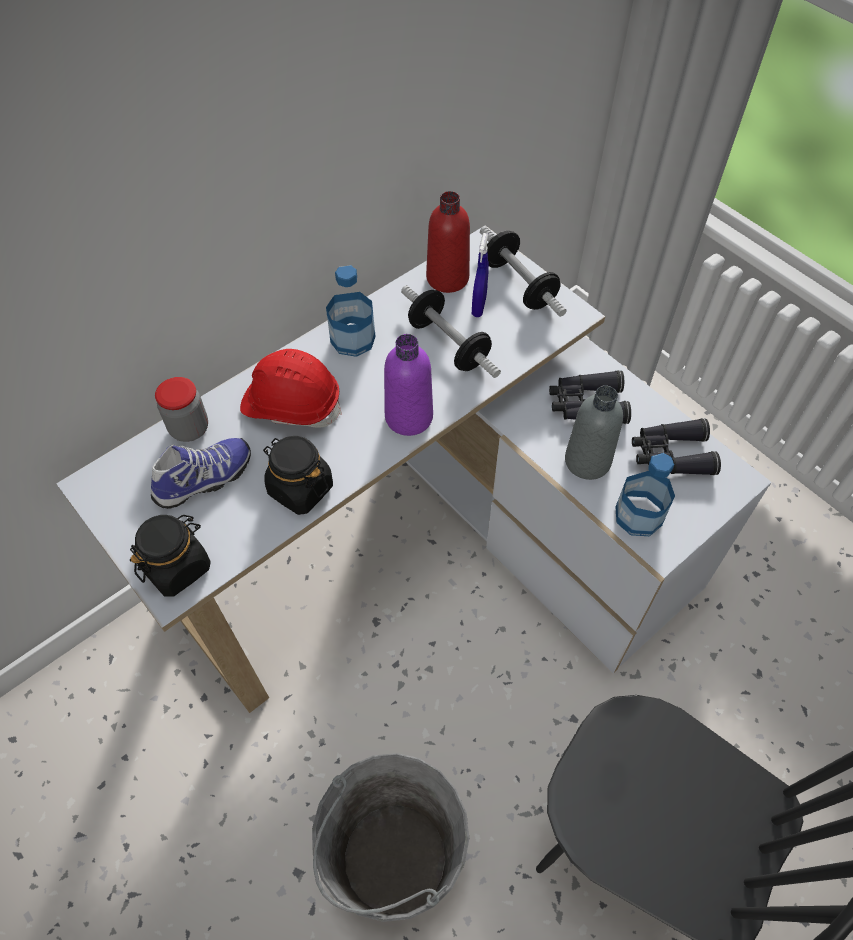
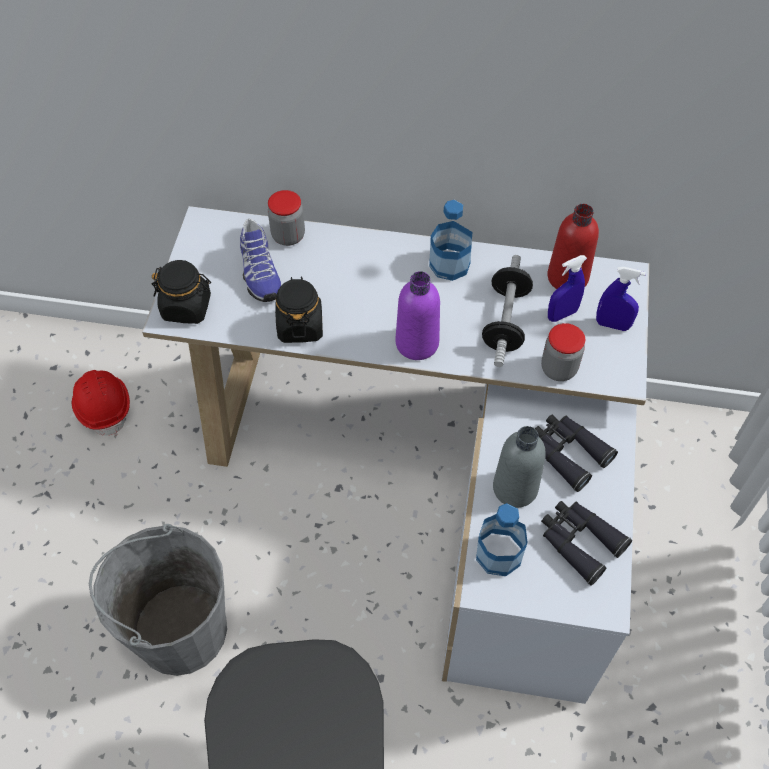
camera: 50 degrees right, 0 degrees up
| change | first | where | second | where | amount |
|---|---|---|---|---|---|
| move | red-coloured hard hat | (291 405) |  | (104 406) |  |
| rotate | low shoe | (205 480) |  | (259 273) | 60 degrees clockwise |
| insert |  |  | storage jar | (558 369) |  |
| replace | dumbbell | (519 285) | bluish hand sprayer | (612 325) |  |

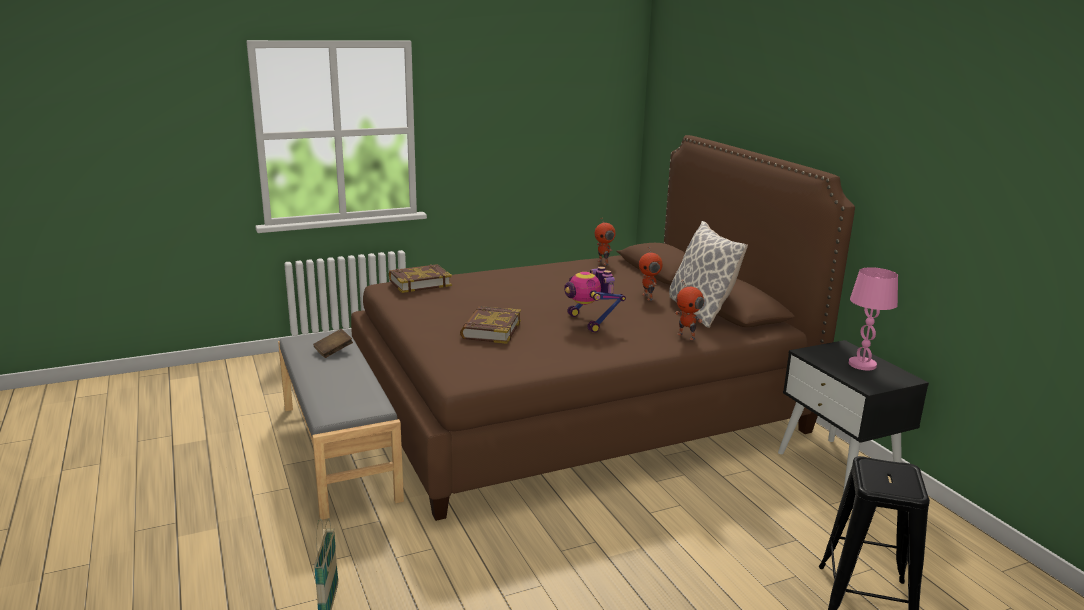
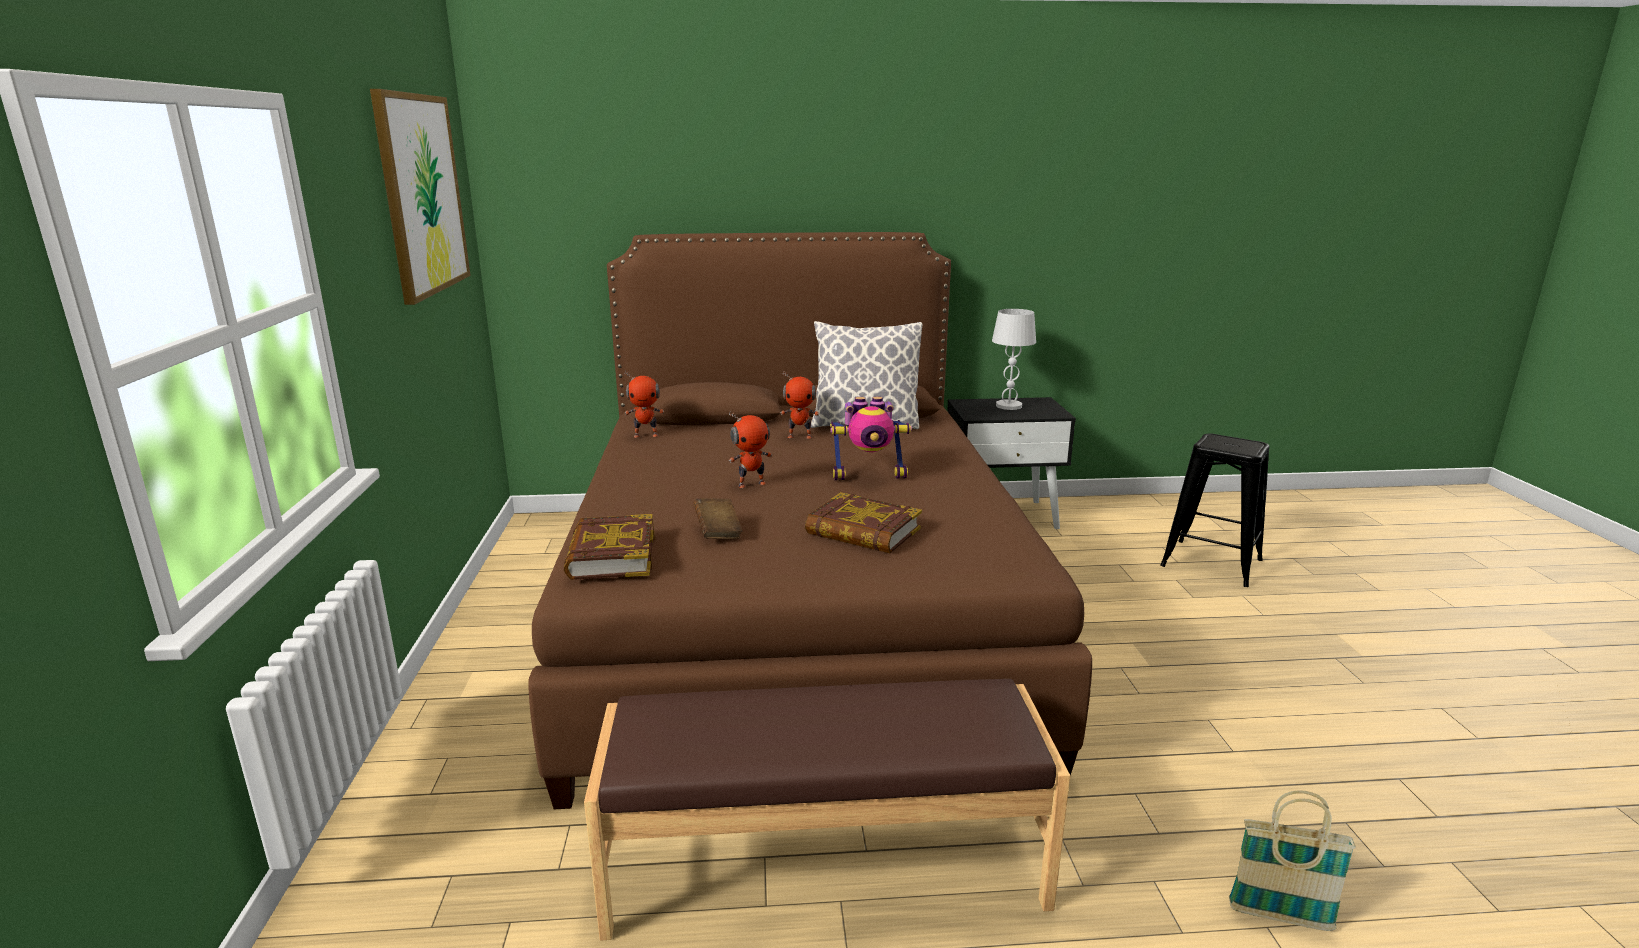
camera: 70 degrees left, 0 degrees up
| change | first | where | second | where | amount |
|---|---|---|---|---|---|
| insert |  |  | picture | (422 194) |  |
| recolor | gray indoor bench | (340 450) | brown indoor bench | (824 865) |  |
| move | brown volume | (333 351) |  | (718 531) |  |
| move | model robot | (687 336) |  | (751 484) |  |
| recolor | pinkish lamp for a table | (862 364) | whitish lamp for a table | (1009 406) |  |

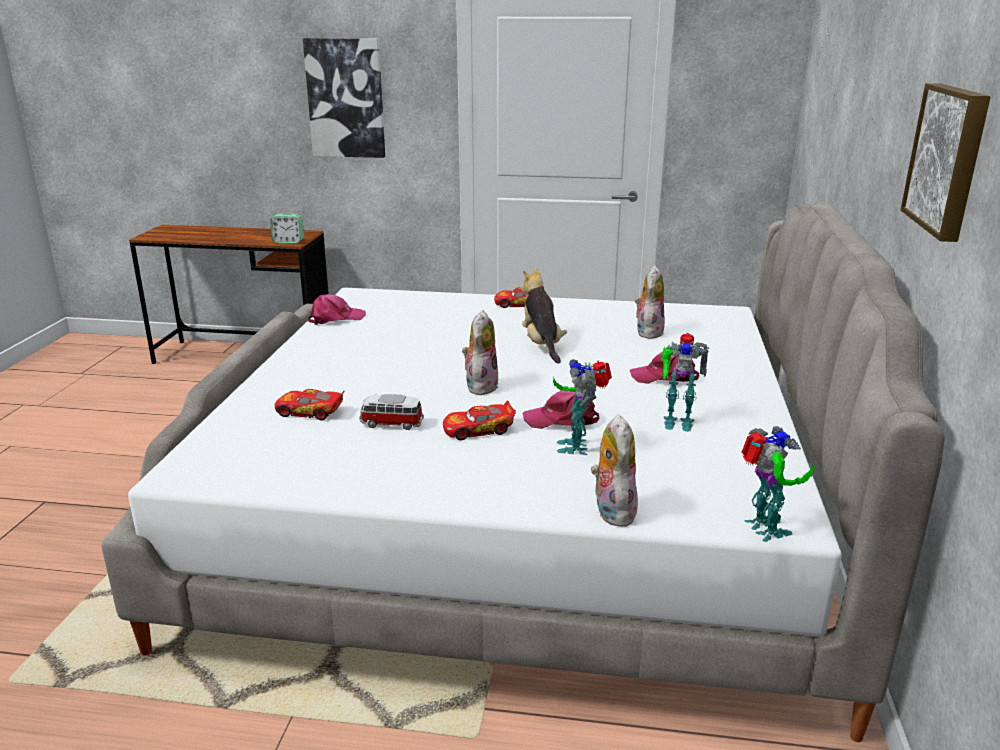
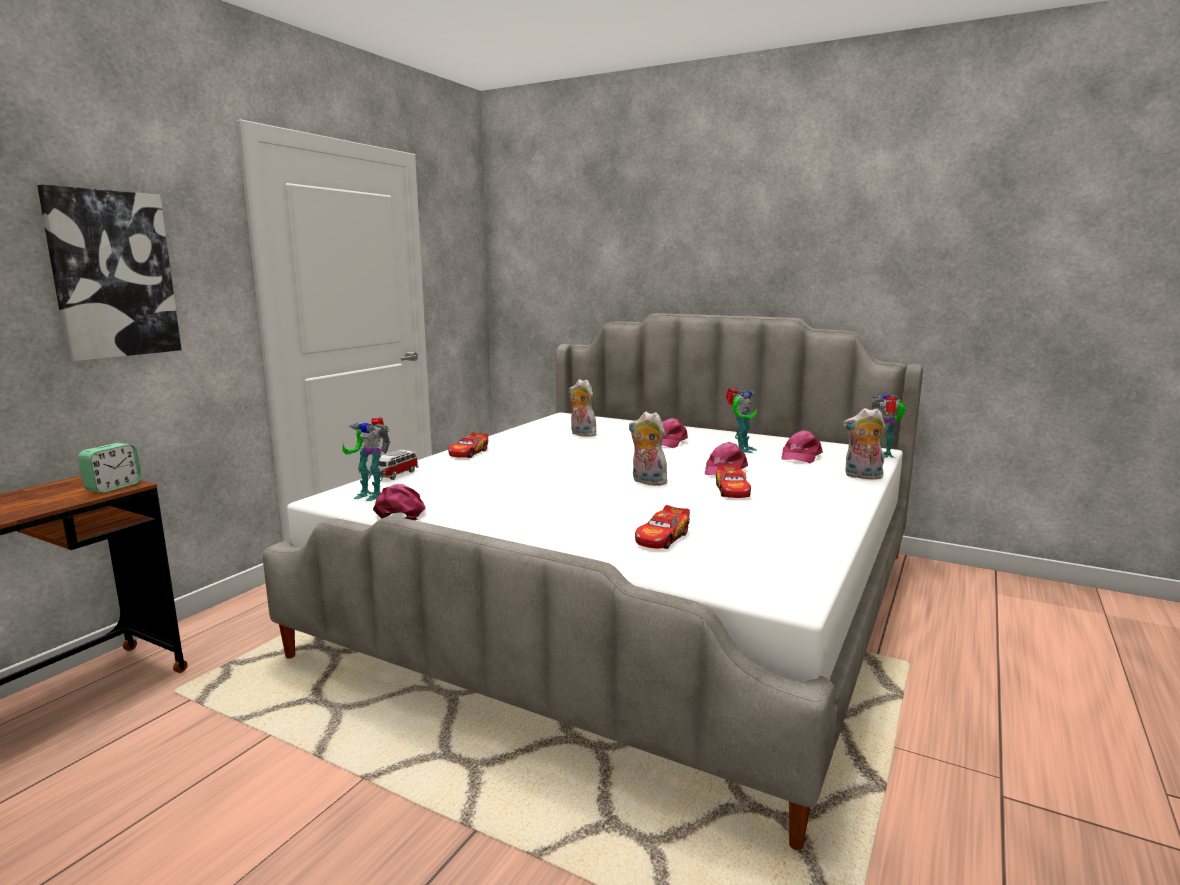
camera: 70 degrees left, 10 degrees down
| change | first | where | second | where | amount |
|---|---|---|---|---|---|
| move | model robot | (577 446) |  | (371 494) |  |
| move | miniature car | (391 424) |  | (396 475) |  |
| insert |  |  | pinkish baseball cap | (800 456) |  |
| delete | soft toy | (542 345) |  |  |  |
| delete | picture | (949 159) |  |  |  |

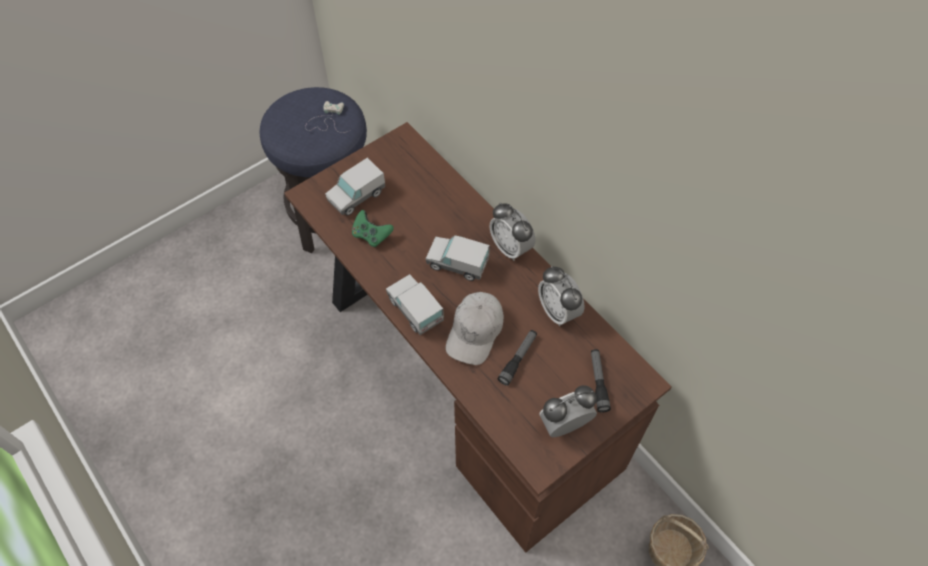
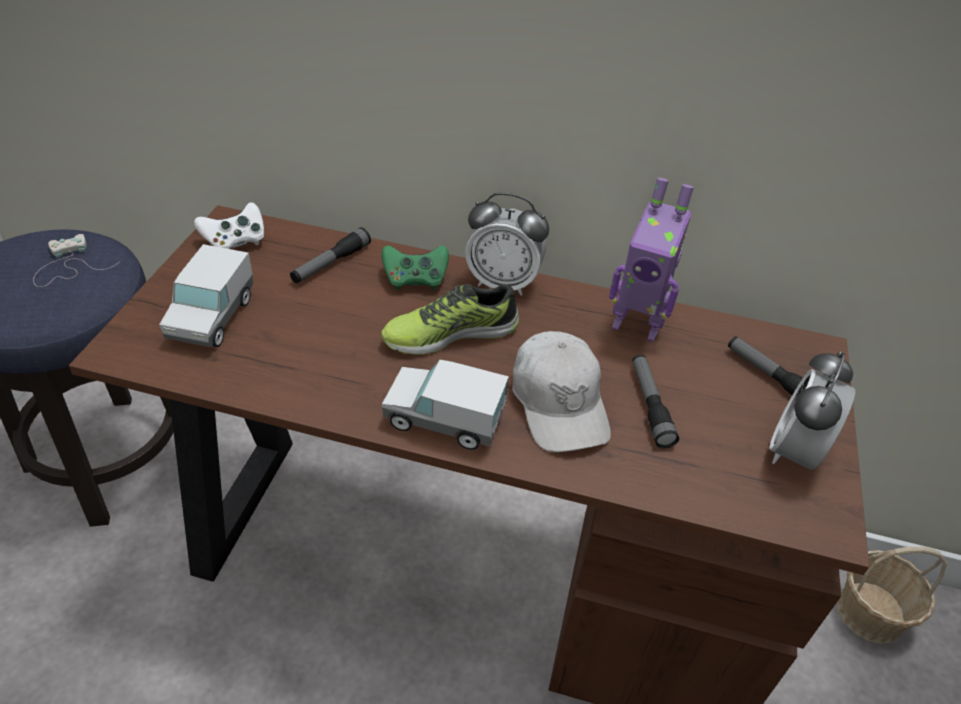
camera: 40 degrees left, 15 degrees down
| change | first | where | second | where | amount |
|---|---|---|---|---|---|
| insert |  |  | whitish game controller | (235 242) |  |
| insert |  |  | flashlight | (331 263) |  |
| replace | toy truck | (457 264) | low shoe | (450 333) |  |
| move | green-coloured game controller | (371 235) |  | (415 280) |  |
| replace | table clock | (558 311) | model robot | (636 324) |  |

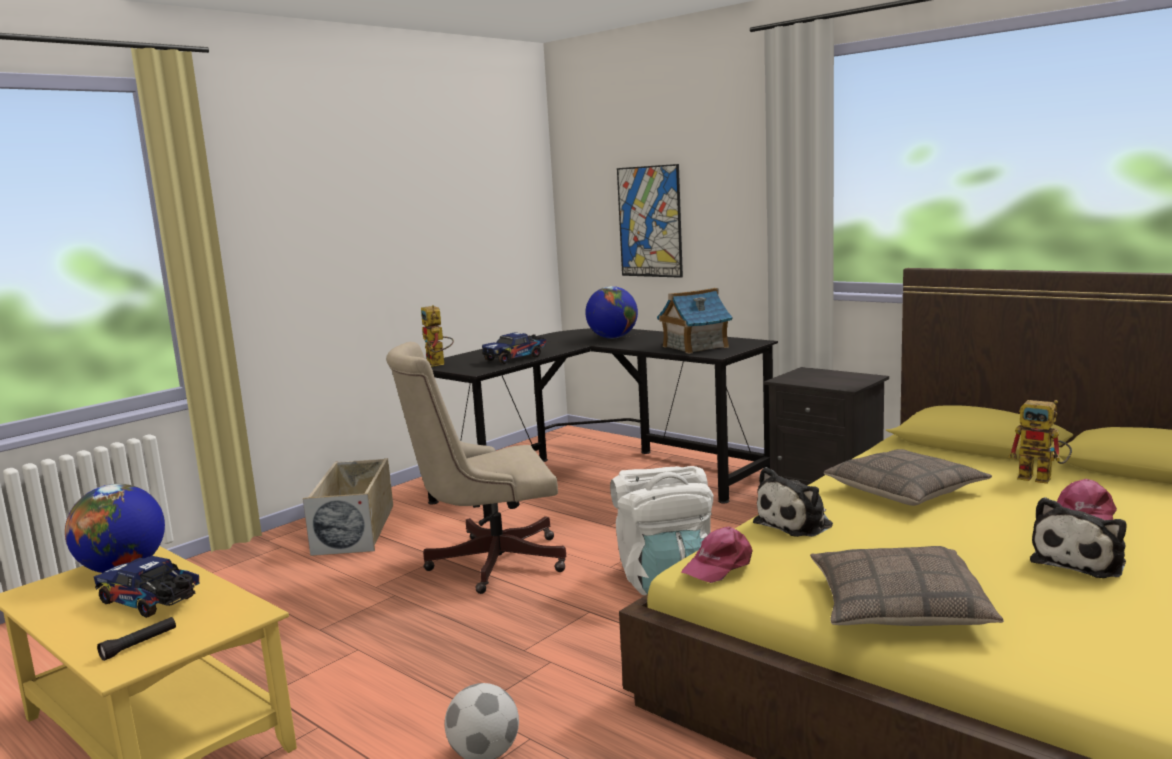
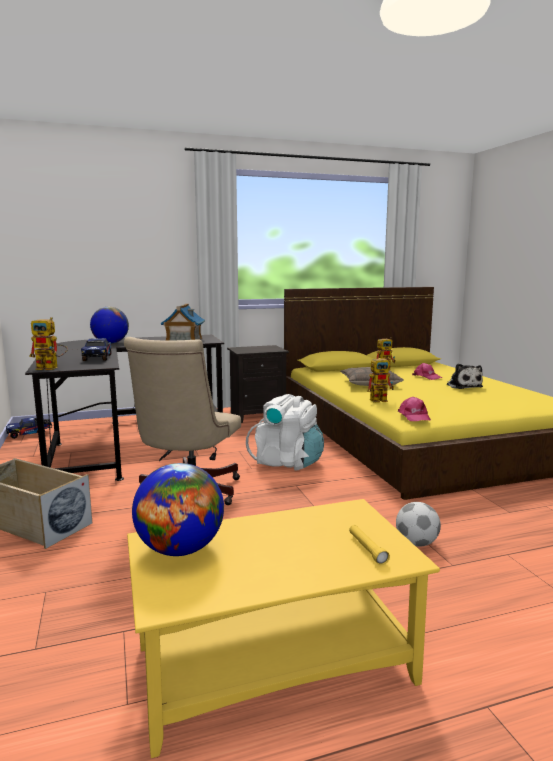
camera: 60 degrees left, 0 degrees up
| change | first | where | second | where | amount |
|---|---|---|---|---|---|
| move | toy truck | (151 602) |  | (30 434) |  |
| recolor | black flashlight | (139 645) | yellow-coloured flashlight | (367 549) |  |
| replace | soft toy | (797 523) | model robot | (381 400) |  |
| delete | picture | (650 221) |  |  |  |
| delete | throw pillow | (897 606) |  |  |  |

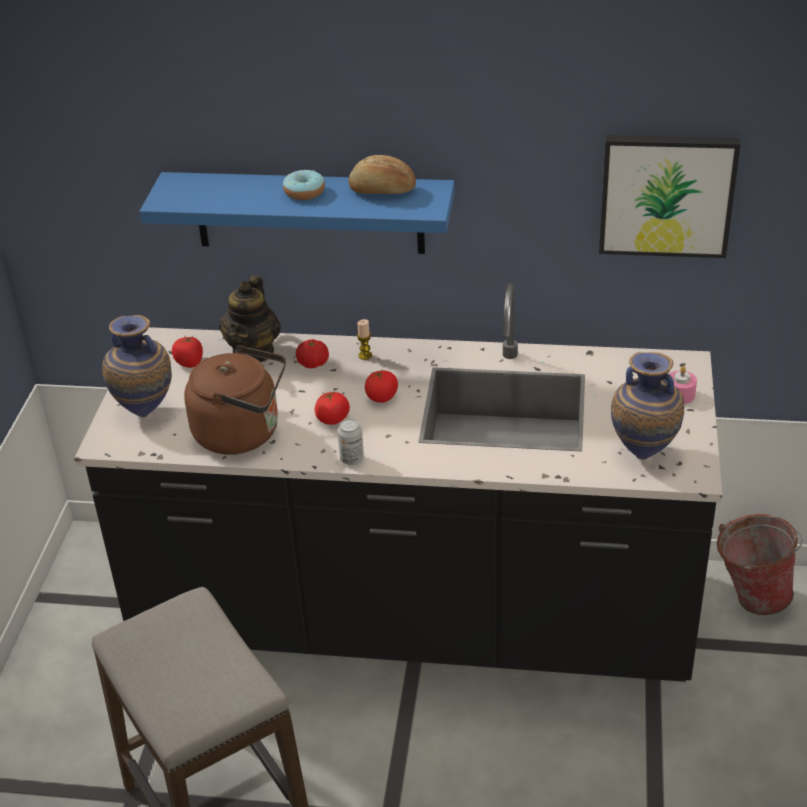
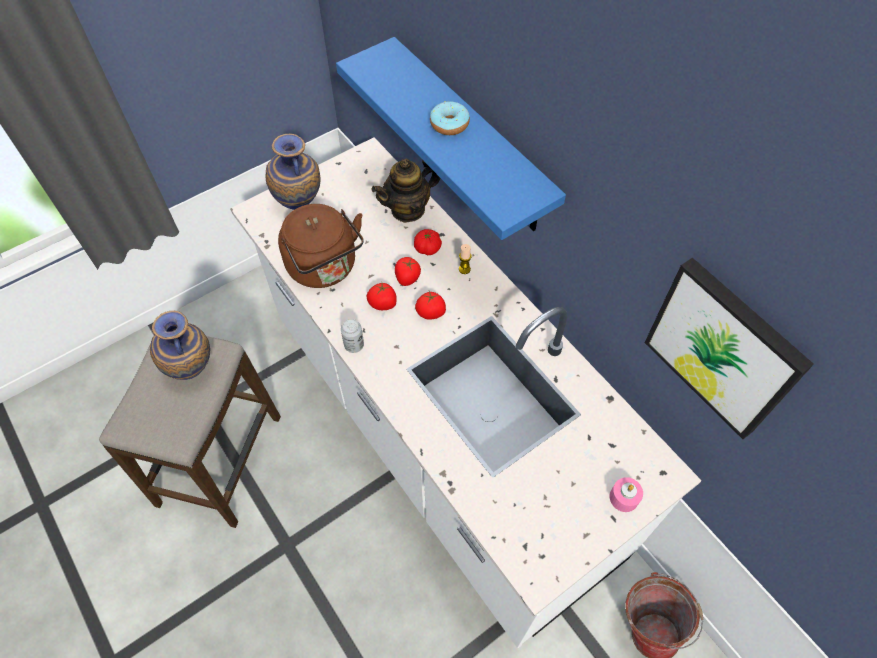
camera: 45 degrees right, 20 degrees up
| change | first | where | second | where | amount |
|---|---|---|---|---|---|
| move | vase | (644 453) |  | (194 371) |  |
| recolor | black counter | (414 617) | whitish counter | (438 437) |  |
| move | whole tomato | (189 362) |  | (407 278) |  |
| delete | bakery bread | (382 191) |  |  |  |

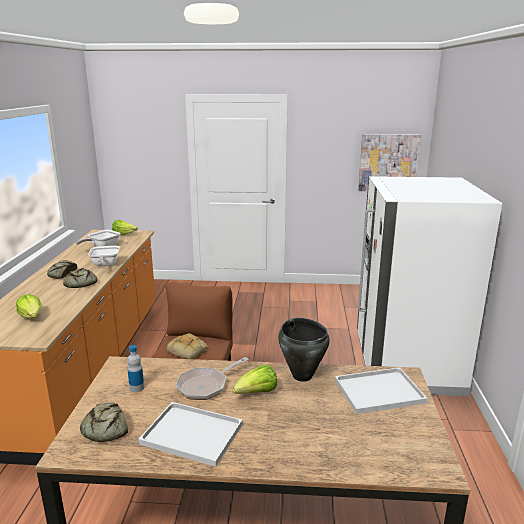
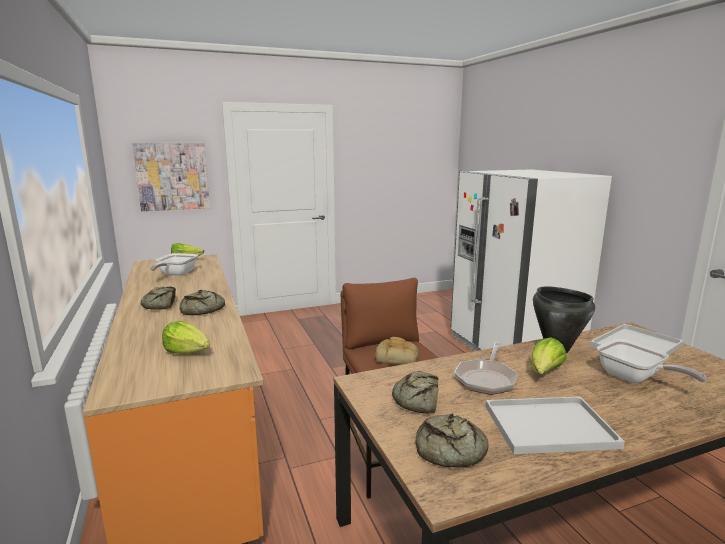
camera: 25 degrees left, 5 degrees down
| change | first | where | second | where | amount |
|---|---|---|---|---|---|
| move | picture | (388 163) |  | (172 176) |  |
| replace | drink bottle | (137 388) | bakery bread | (417 399) |  |
| move | frying pan | (105 265) |  | (635 378) |  |

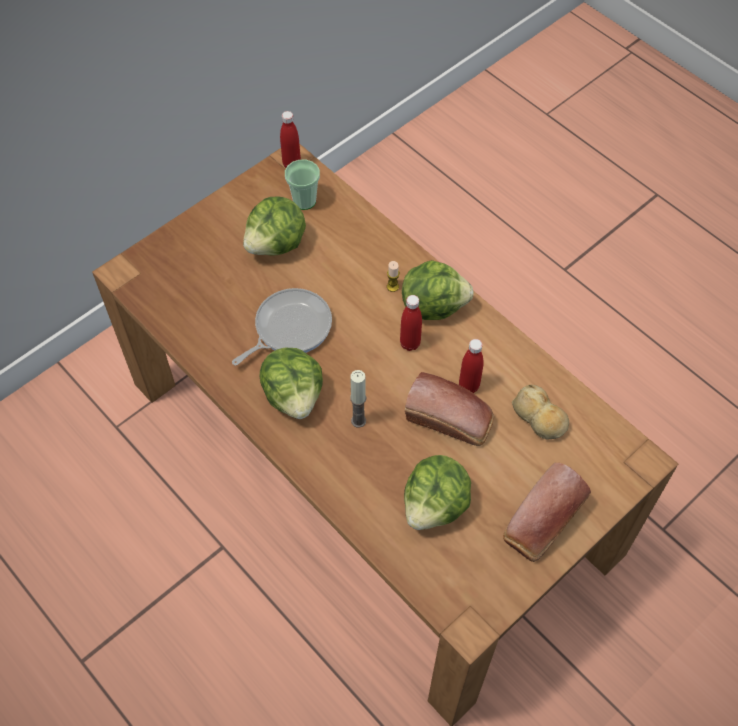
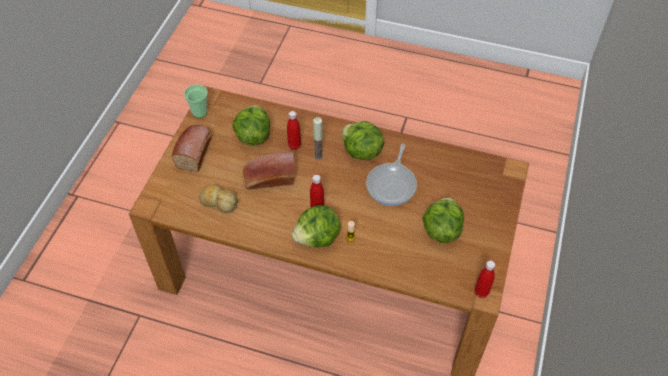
camera: 150 degrees right, 5 degrees down
| change | first | where | second | where | amount |
|---|---|---|---|---|---|
| move | drinking cup | (304 201) |  | (199 112) |  |
| move | red-coloured drink bottle | (469 386) |  | (294 146) |  |

